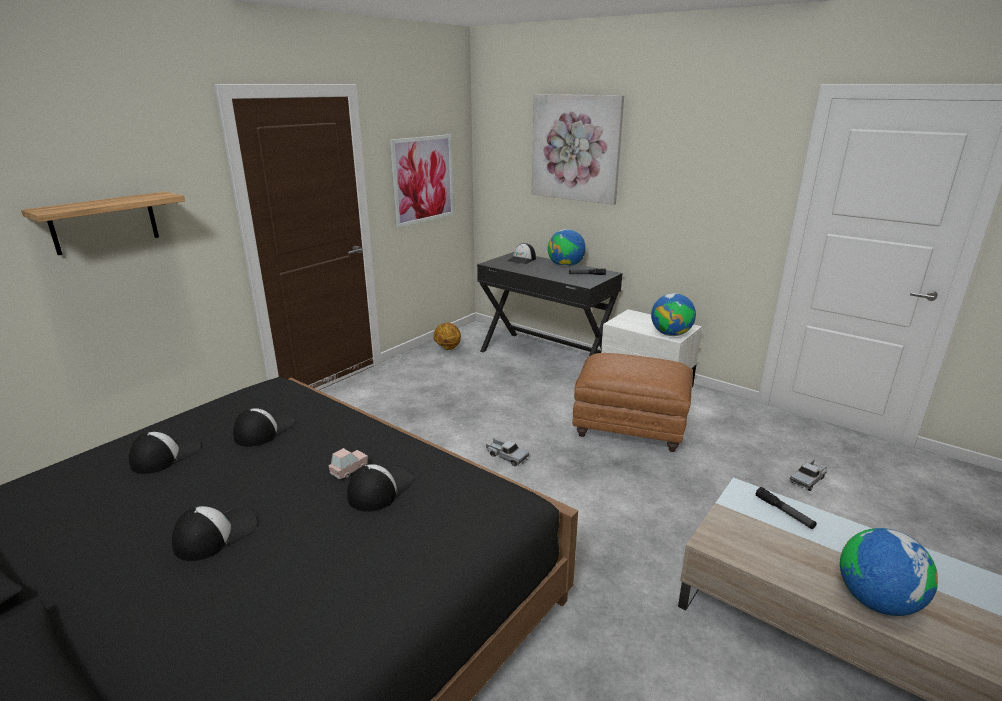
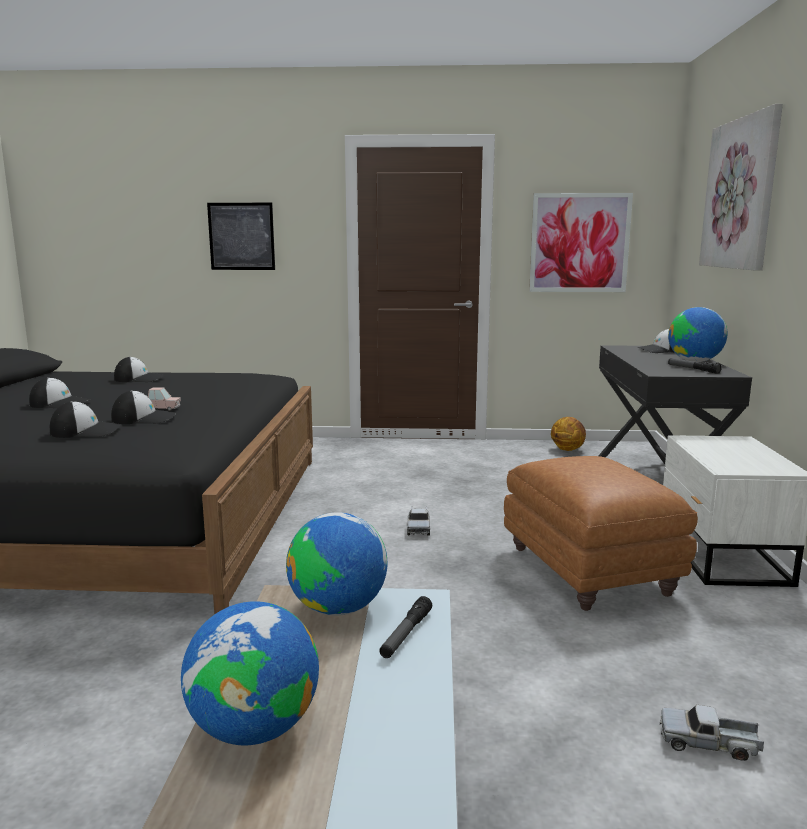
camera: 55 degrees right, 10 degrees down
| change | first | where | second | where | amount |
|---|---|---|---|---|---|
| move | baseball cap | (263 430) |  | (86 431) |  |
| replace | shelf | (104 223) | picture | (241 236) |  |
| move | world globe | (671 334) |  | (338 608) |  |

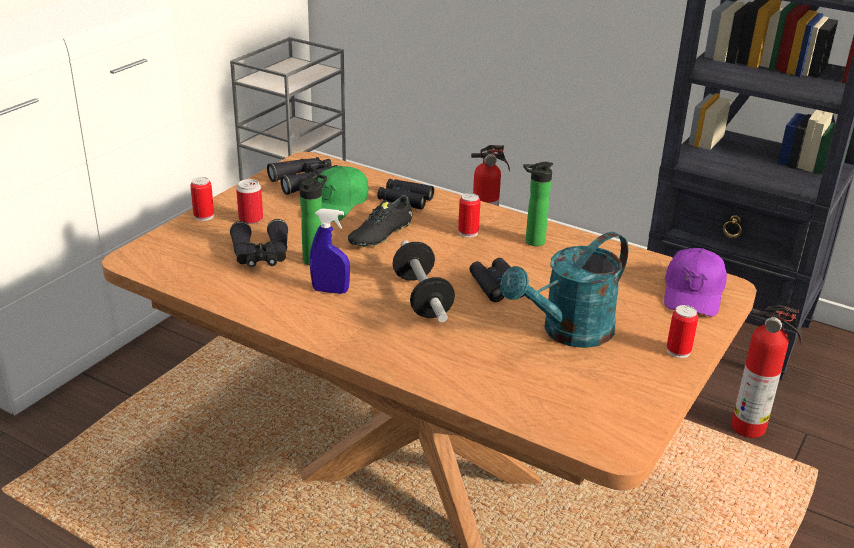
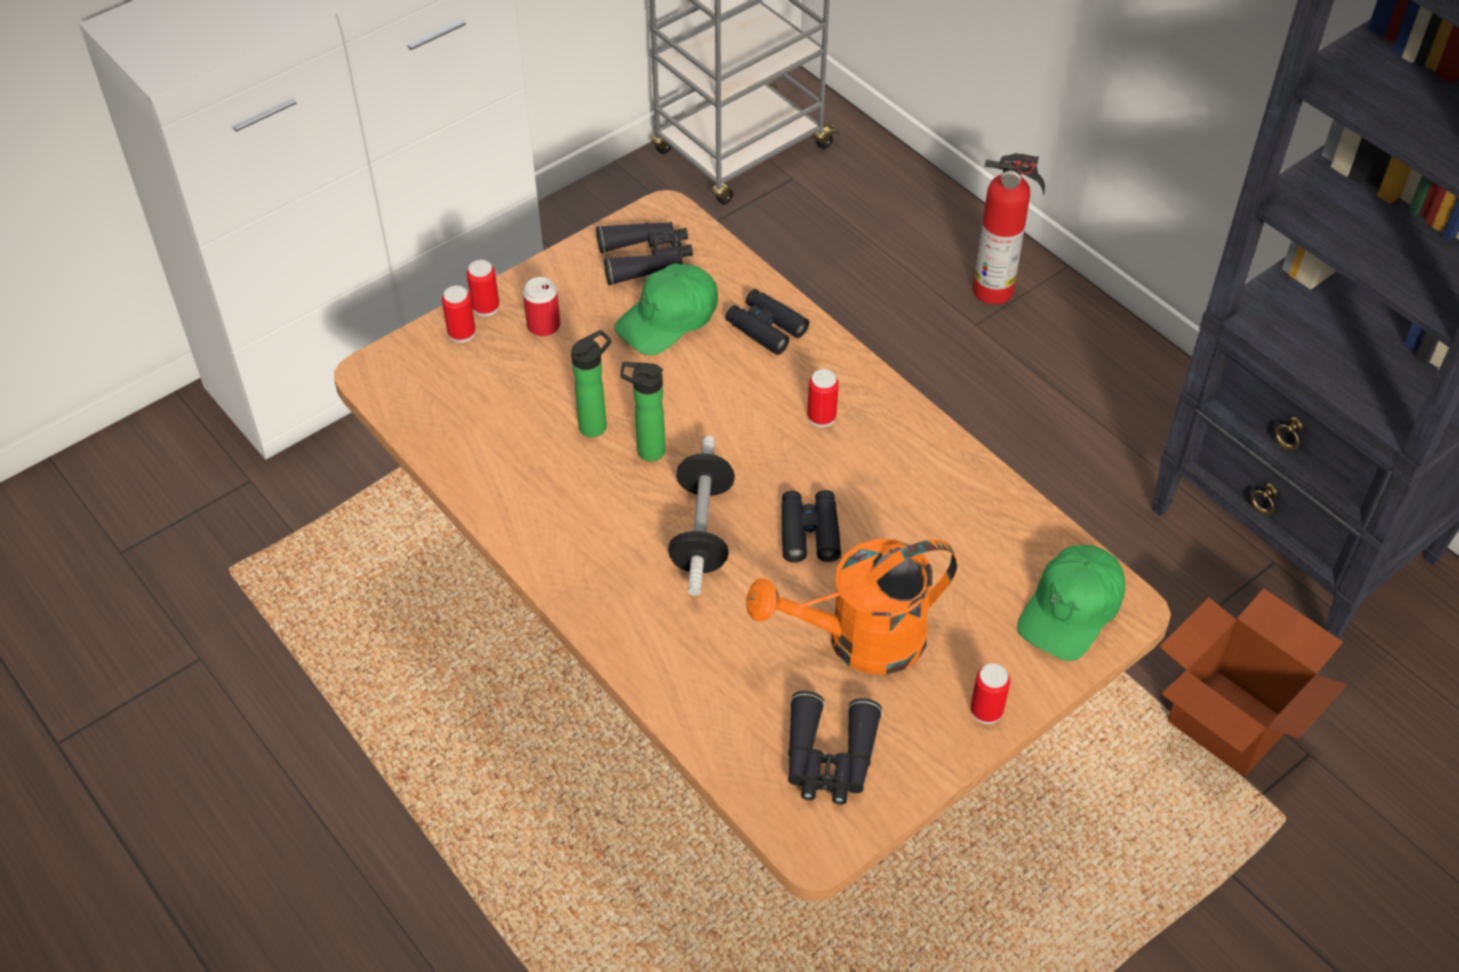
camera: 20 degrees right, 20 degrees up
| change | first | where | second | where | amount |
|---|---|---|---|---|---|
| insert |  |  | metal can | (462 333) |  |
| move | drink bottle | (532 242) |  | (646 450) |  |
| recolor | blue-green watering can | (568 333) | orangey watering can | (859 641) |  |
| move | black field glasses | (261 255) |  | (829 759) |  |
| recolor | purple baseball cap | (693 293) | green-coloured baseball cap | (1071 610) |  |
| replace | extinguisher | (751 428) | carton | (1230 723) |  |
| delete | bluish hand sprayer | (330 291) |  |  |  |
| delete | black low shoe | (380 235) |  |  |  |

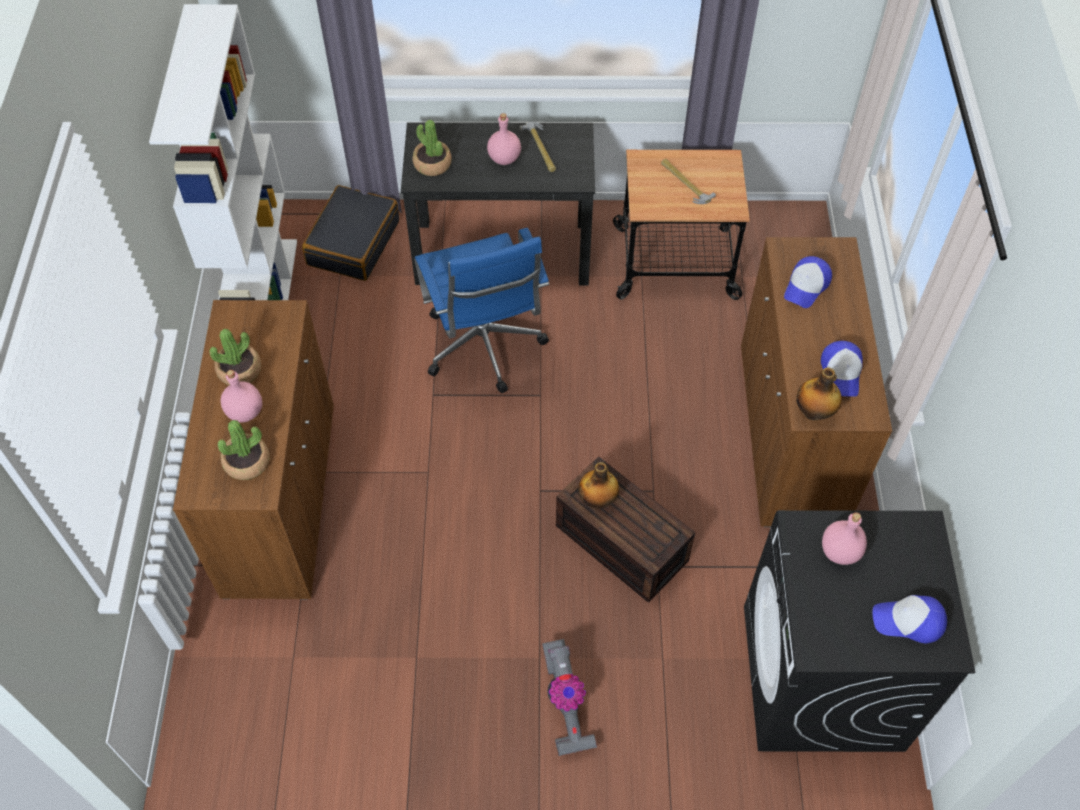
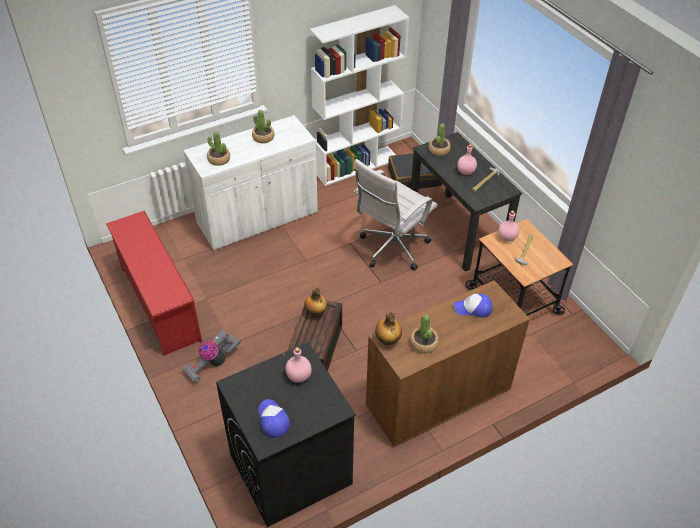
camera: 60 degrees right, 10 degrees down
| change | first | where | second | where | amount |
|---|---|---|---|---|---|
| insert |  |  | red-coloured shoe rack | (158 304) |  |
| recolor | brown cupboard | (281 499) | whitish cupboard | (257 218) |  |
| recolor | bluish office chair | (485 349) | whitish office chair | (391 249) |  |
| replace | baseball cap | (841 373) | plant in a pot | (424 343) |  |
| move | pinkish drink bottle | (244 412) |  | (506 237) |  |

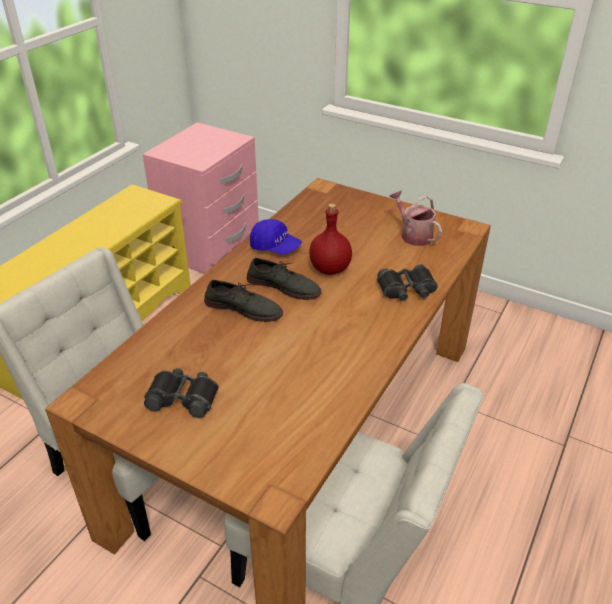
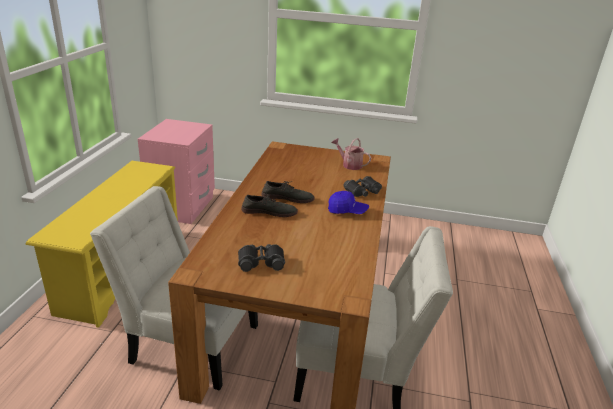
camera: 20 degrees left, 10 degrees down
| change | first | where | second | where | amount |
|---|---|---|---|---|---|
| move | bluish baseball cap | (275 247) |  | (347 211) |  |
| delete | red-coloured drink bottle | (330 268) |  |  |  |

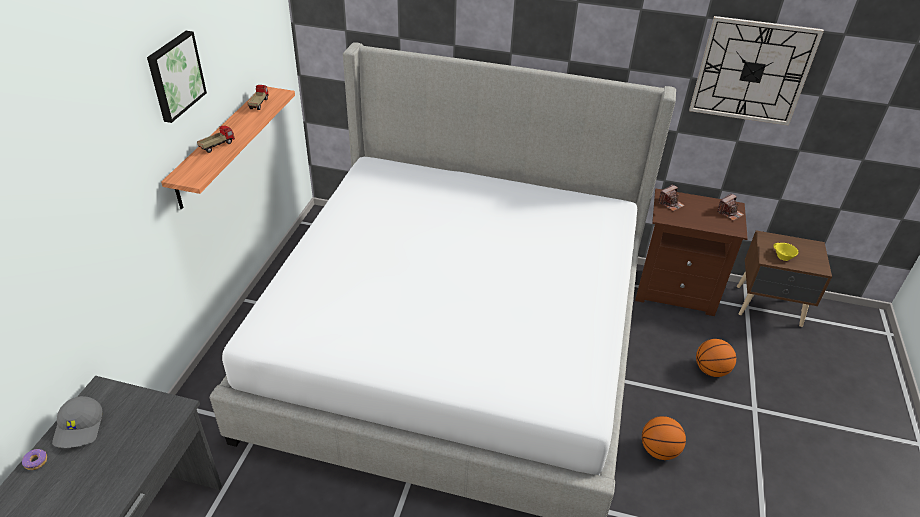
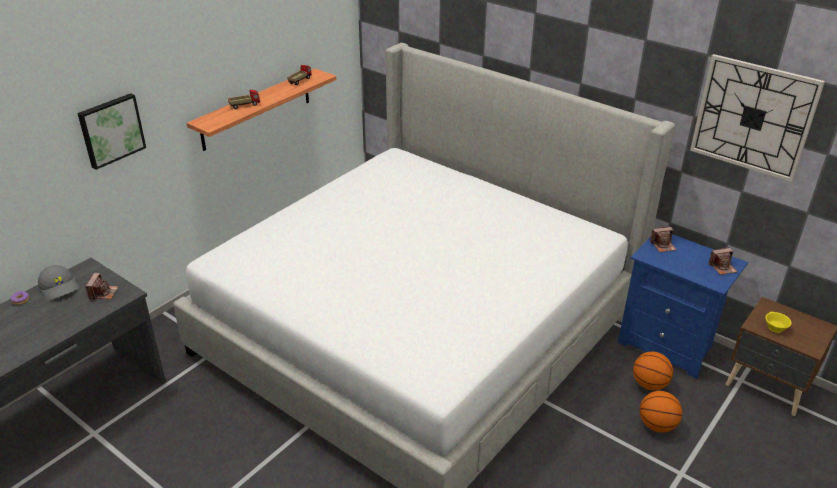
camera: 25 degrees right, 5 degrees down
| change | first | where | second | where | amount |
|---|---|---|---|---|---|
| rotate | gray baseball cap | (80 428) |  | (60 287) | 60 degrees counterclockwise |
| move | picture | (174 75) |  | (111 130) |  |
| insert |  |  | photo camera | (103 293) |  |
| recolor | brown bedside table | (675 291) | bluish bedside table | (668 345) |  |
| move | ball for basketball | (659 450) |  | (649 384) |  |

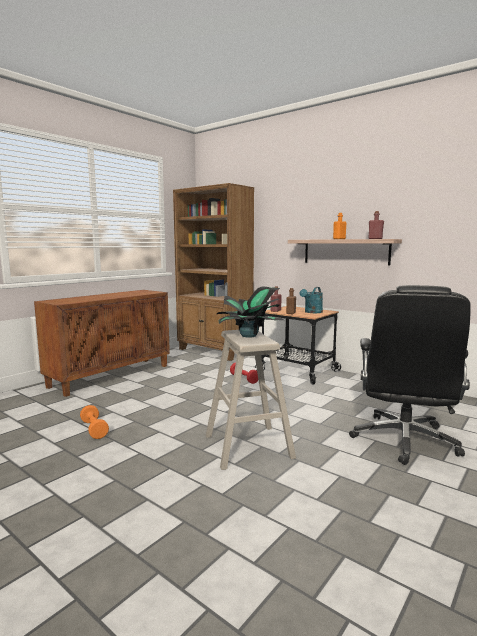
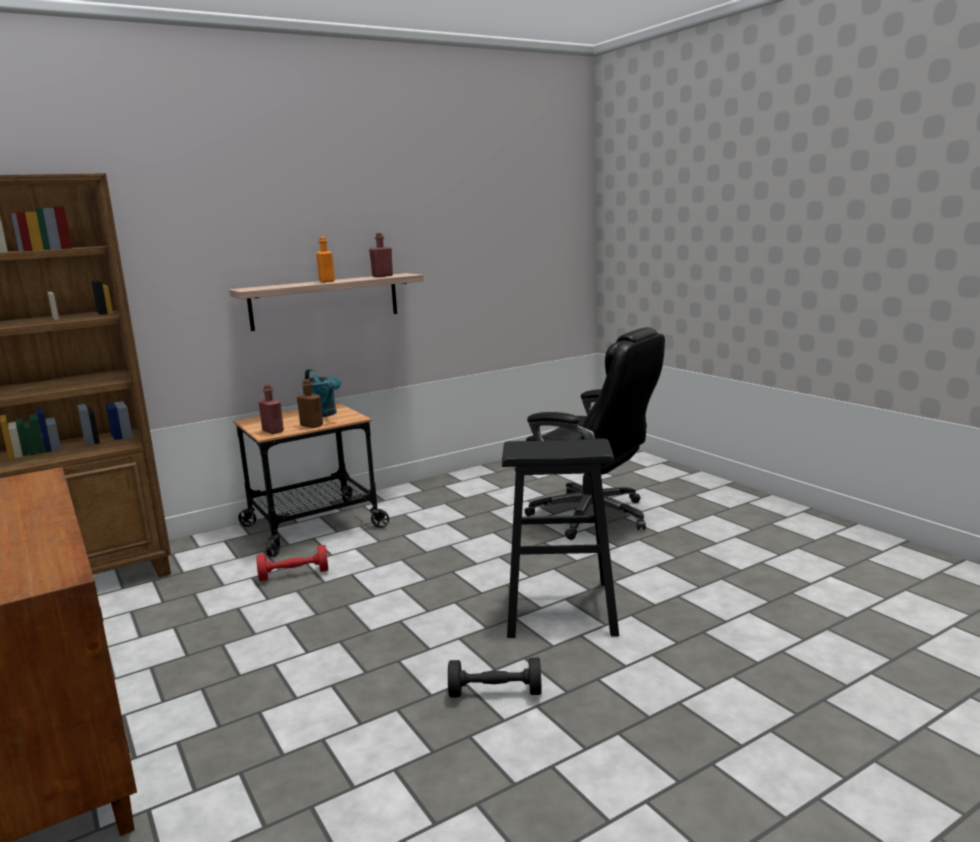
camera: 70 degrees left, 5 degrees up
| change | first | where | second | where | amount |
|---|---|---|---|---|---|
| insert |  |  | black dumbbell | (495 693) |  |
| recolor | beige sitting stool | (248 446) | black sitting stool | (561 608) |  |
| delete | orangey dumbbell | (94 429) |  |  |  |
| delete | plant in a pot | (249 336) |  |  |  |

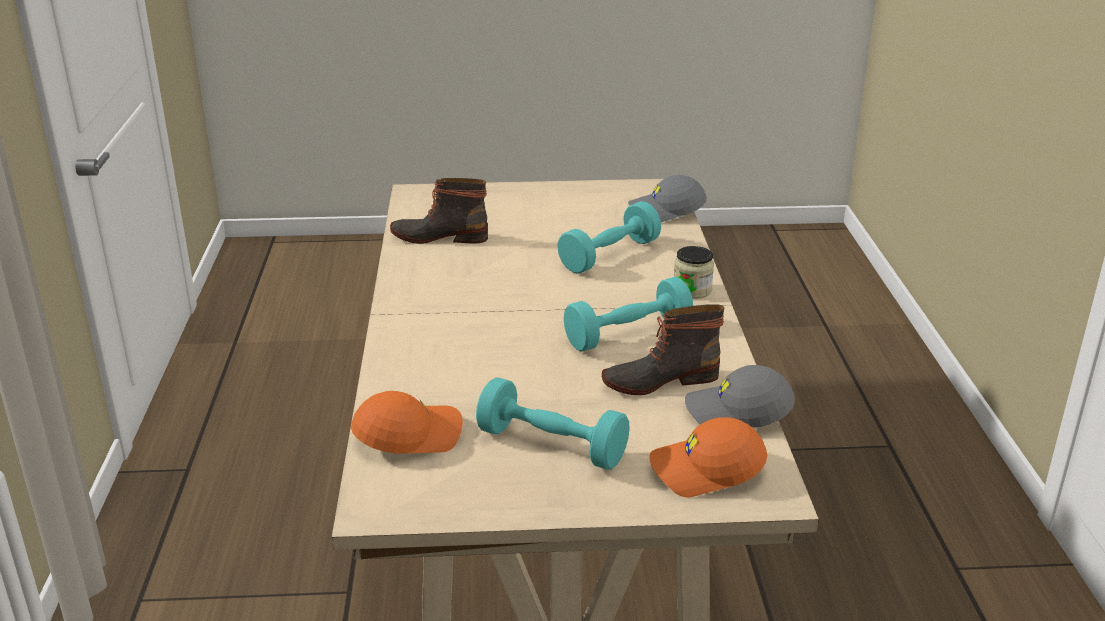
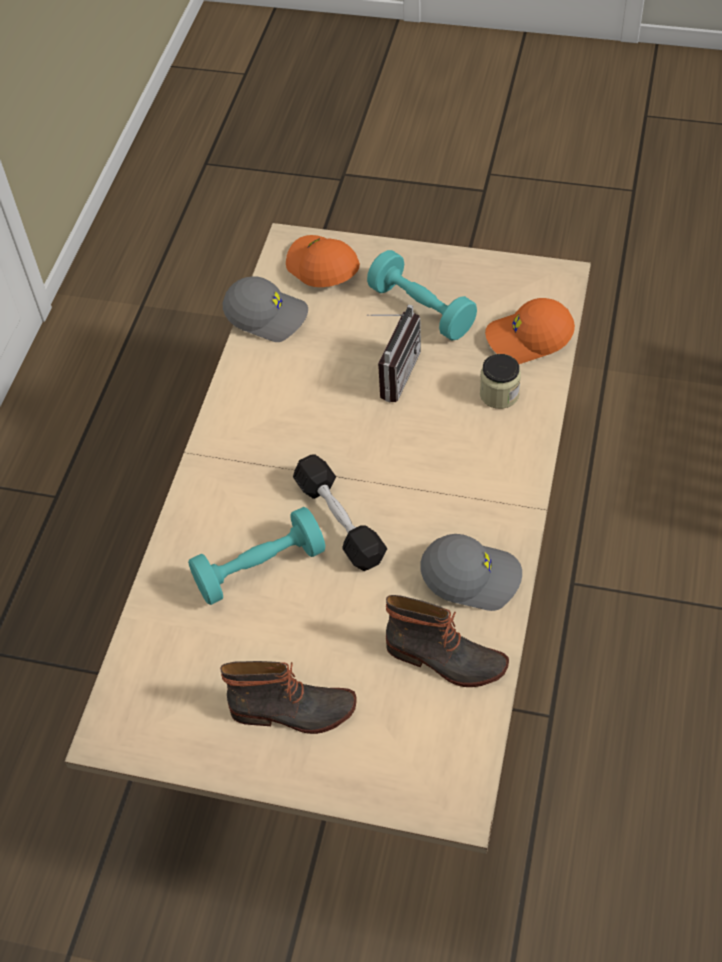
camera: 160 degrees left, 25 degrees up
| change | first | where | second | where | amount |
|---|---|---|---|---|---|
| move | high-top boot | (659 379) |  | (293 712) |  |
| rotate | orangey baseball cap | (706 471) |  | (321 268) | 135 degrees counterclockwise |
| insert |  |  | black dumbbell | (339 521) |  |
| insert |  |  | radio | (392 373) |  |
| move | gray baseball cap | (666 211) |  | (471 575) |  |
| move | storage jar | (692 290) |  | (499 394) |  |
| delete | blue-green dumbbell | (628 334) |  |  |  |

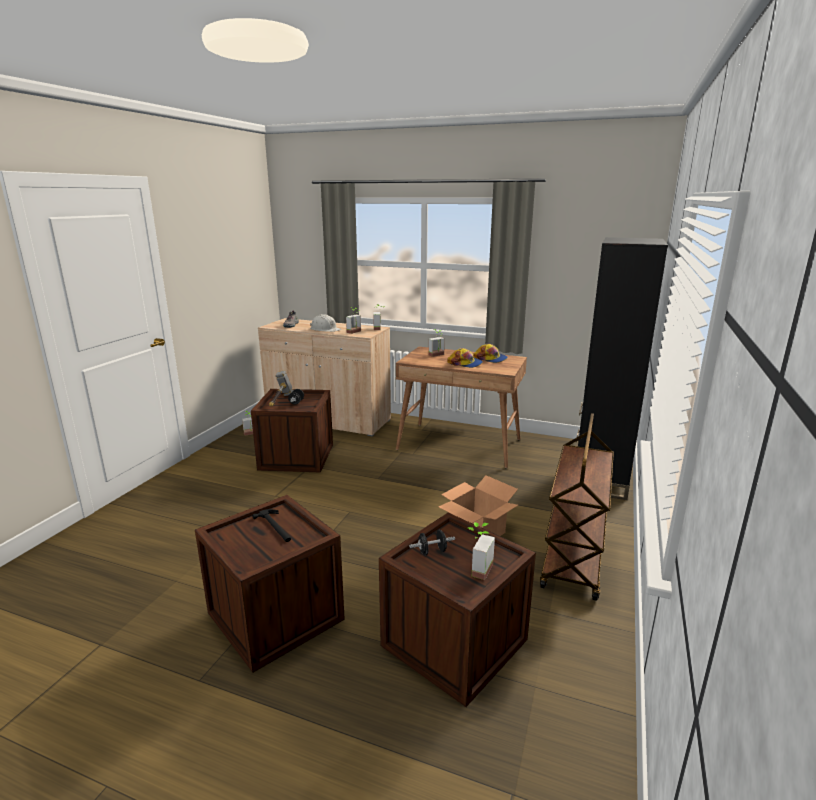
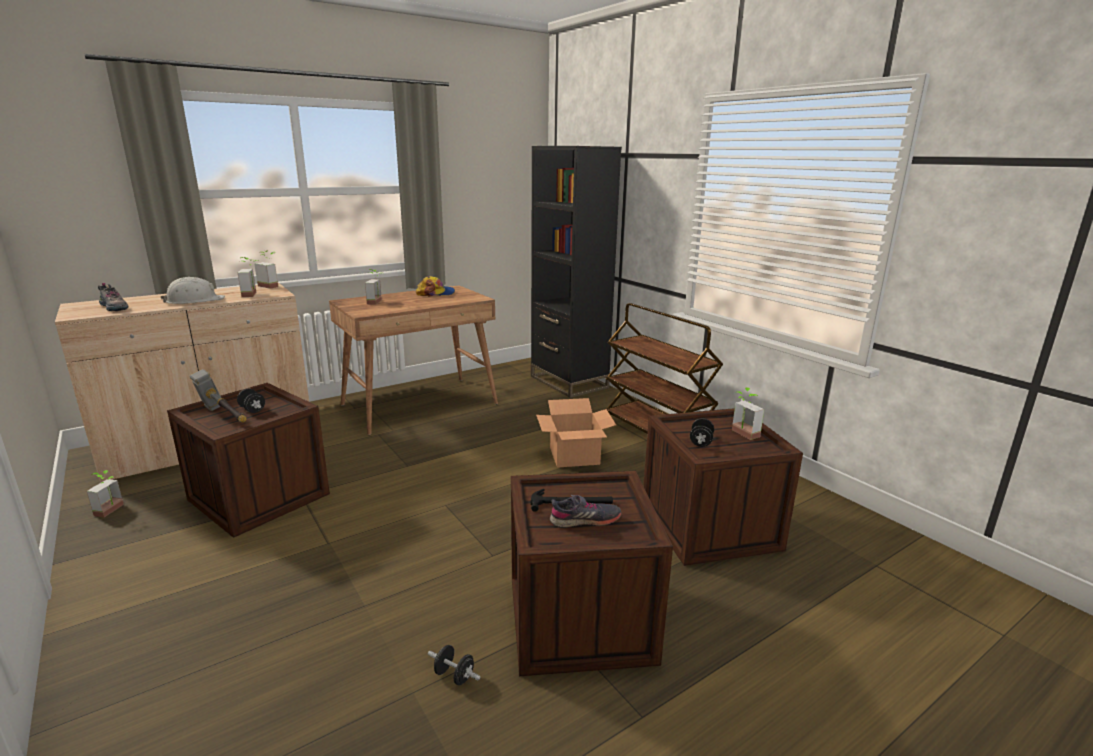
camera: 55 degrees left, 0 degrees up
| change | first | where | second | where | amount |
|---|---|---|---|---|---|
| insert |  |  | black dumbbell | (454 675) |  |
| insert |  |  | gray low shoe | (585 520) |  |
| delete | baseball cap | (465 363) |  |  |  |

